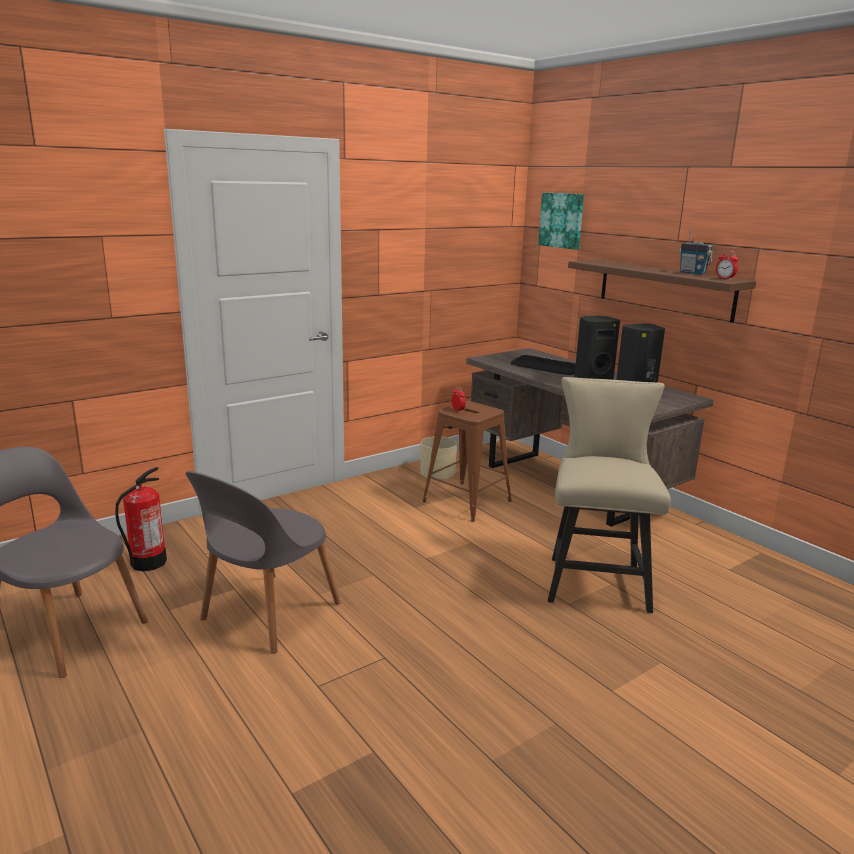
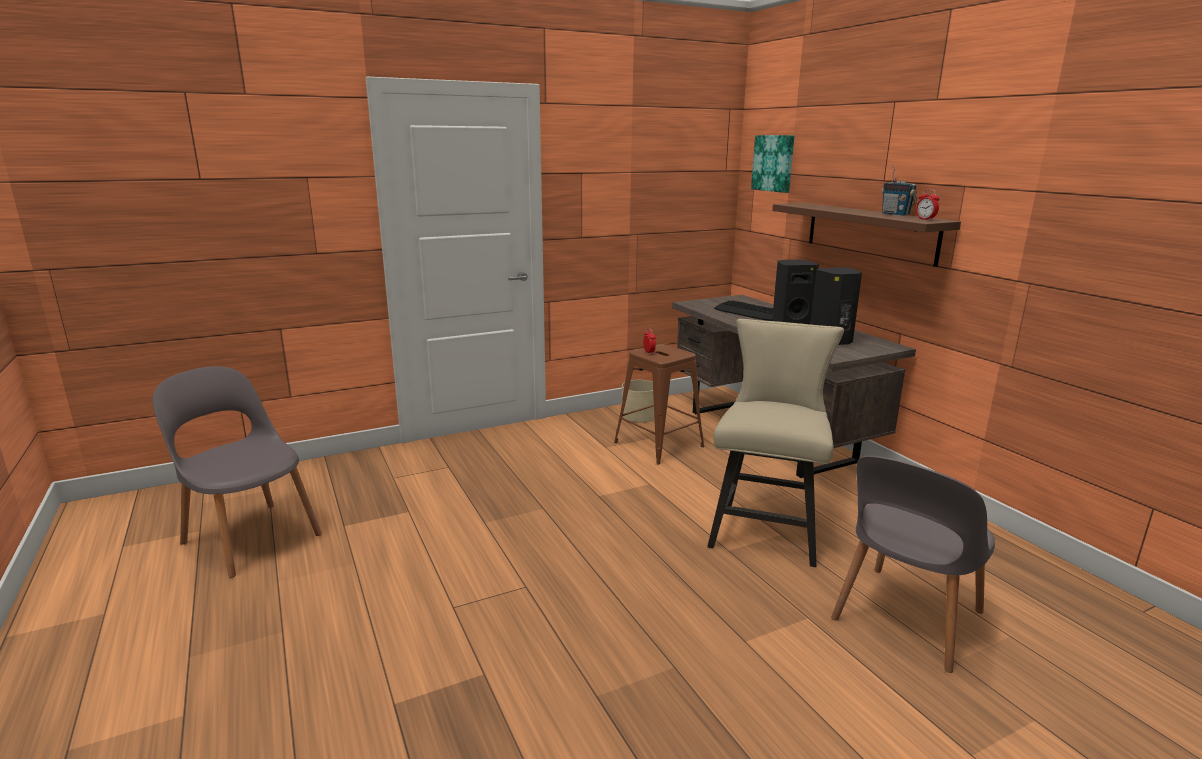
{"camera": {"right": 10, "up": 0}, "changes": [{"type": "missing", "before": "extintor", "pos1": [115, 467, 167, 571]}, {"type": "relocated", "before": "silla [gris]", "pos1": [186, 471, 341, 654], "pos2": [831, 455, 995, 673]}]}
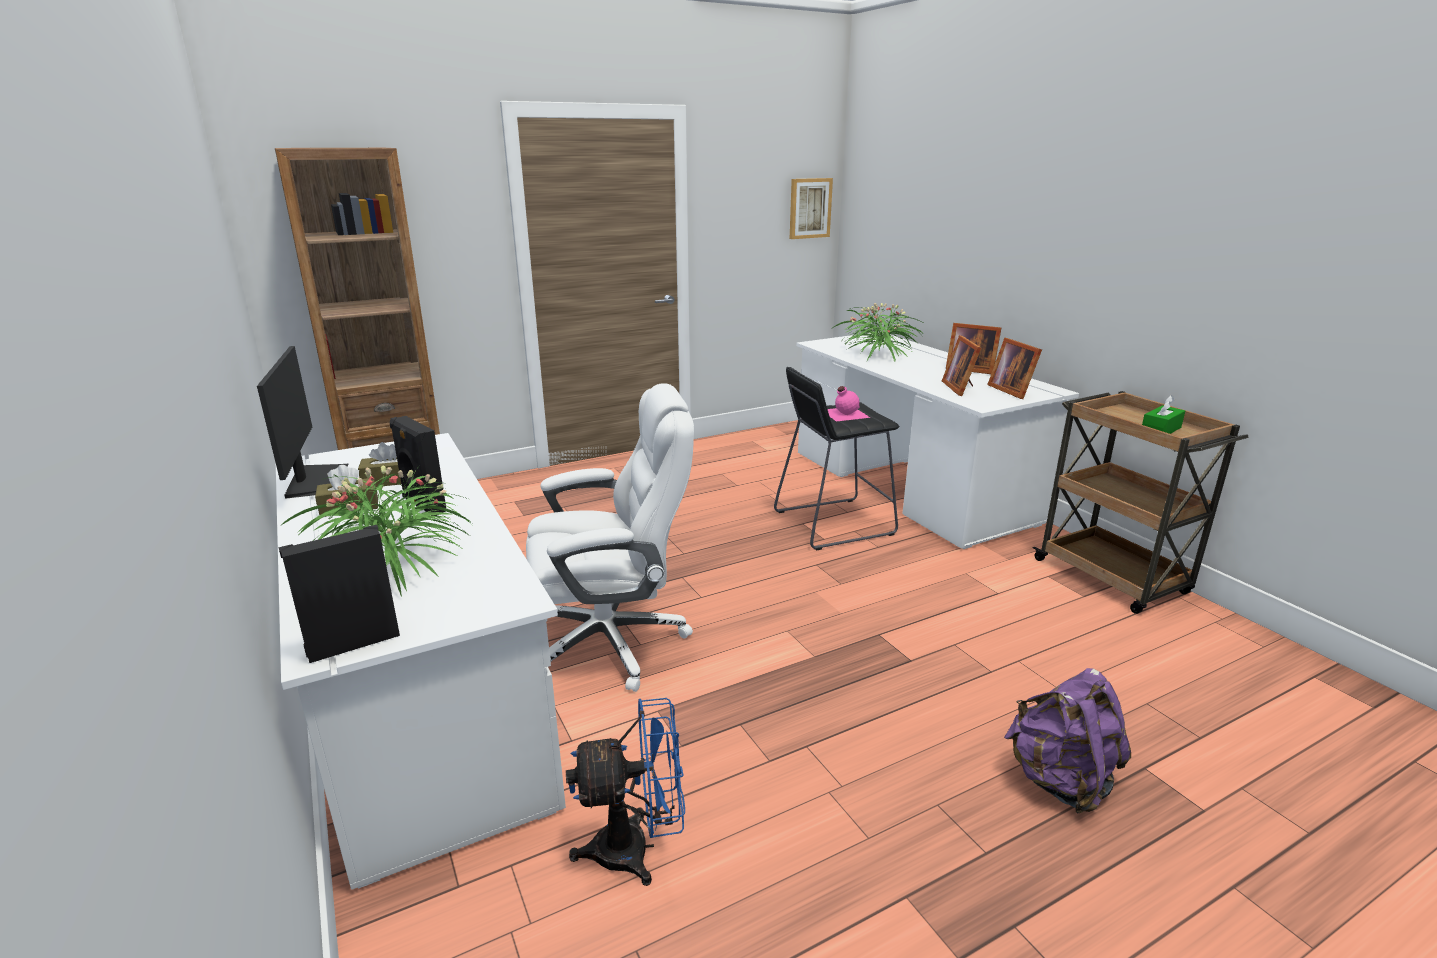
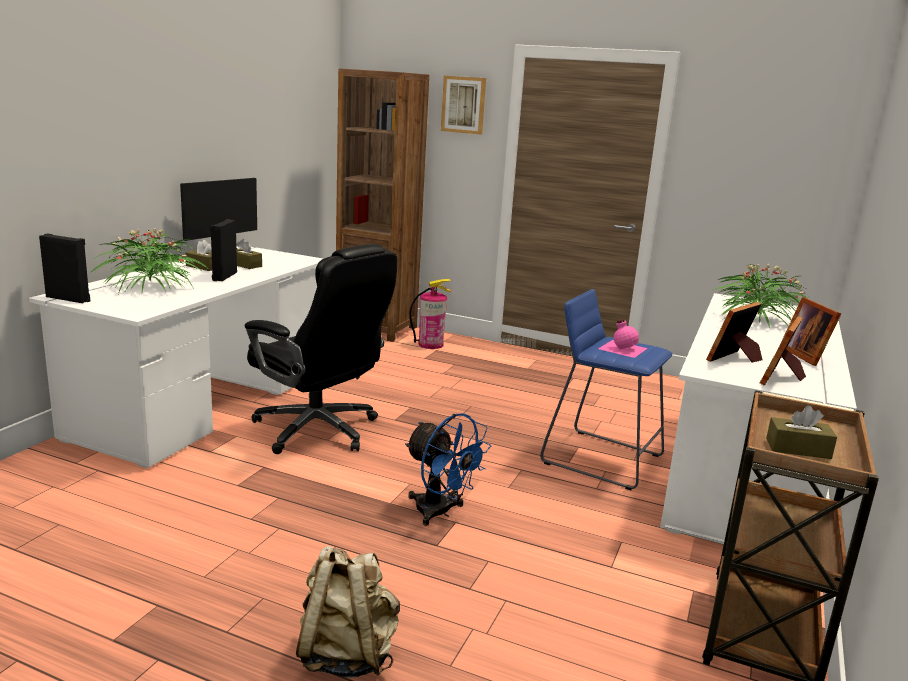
{"camera": {"right": 50, "up": -5}, "changes": [{"type": "colour", "before": "silla de oficina [blanco]", "after": "silla de oficina [negro]", "pos1": [526, 383, 694, 692], "pos2": [245, 244, 397, 454]}, {"type": "relocated", "before": "ventilador [azul]", "pos1": [566, 698, 685, 886], "pos2": [405, 413, 491, 526]}, {"type": "colour", "before": "taburete [negro]", "after": "taburete [azul]", "pos1": [774, 367, 900, 550], "pos2": [540, 289, 673, 490]}, {"type": "relocated", "before": "cuadro", "pos1": [790, 178, 833, 239], "pos2": [441, 76, 486, 135]}, {"type": "colour", "before": "mochila [morado]", "after": "mochila [beis]", "pos1": [1004, 668, 1131, 813], "pos2": [296, 546, 400, 678]}, {"type": "colour", "before": "caja de pañuelos [verde]", "after": "caja de pañuelos [marrón]", "pos1": [1142, 395, 1185, 434], "pos2": [766, 405, 837, 459]}, {"type": "appeared", "after": "extintor", "pos2": [409, 279, 452, 349]}]}
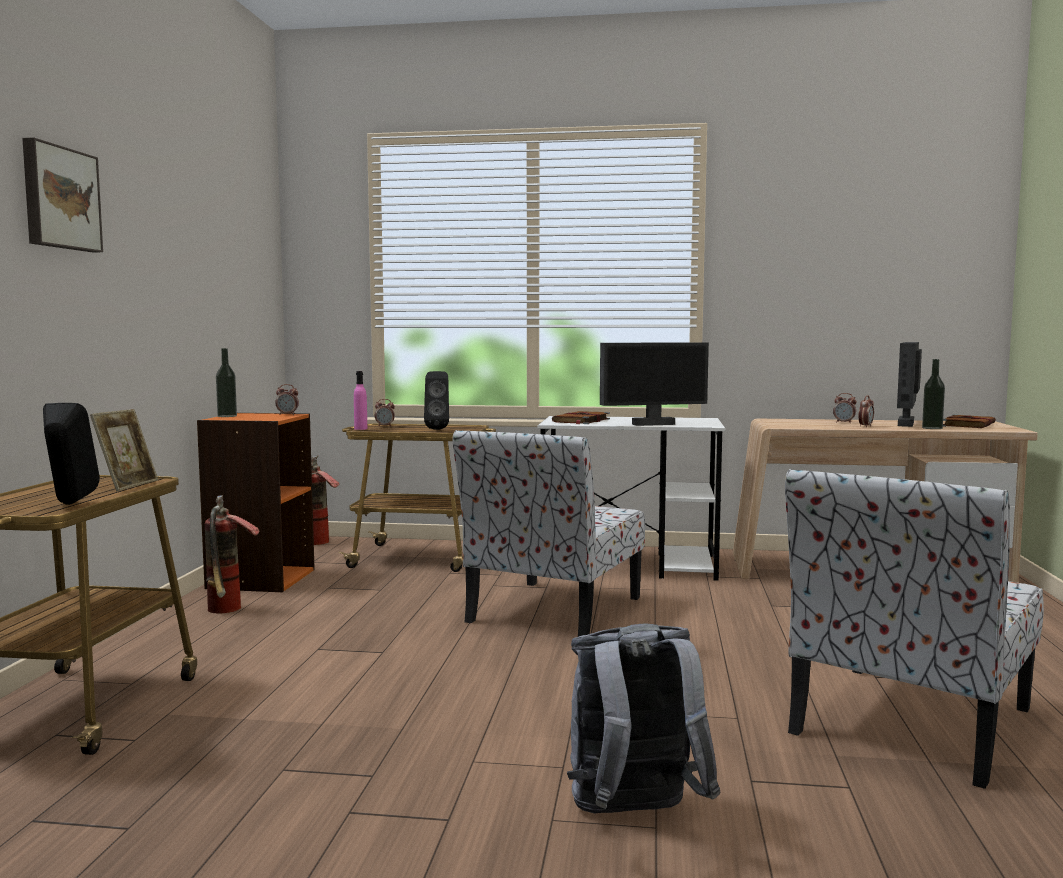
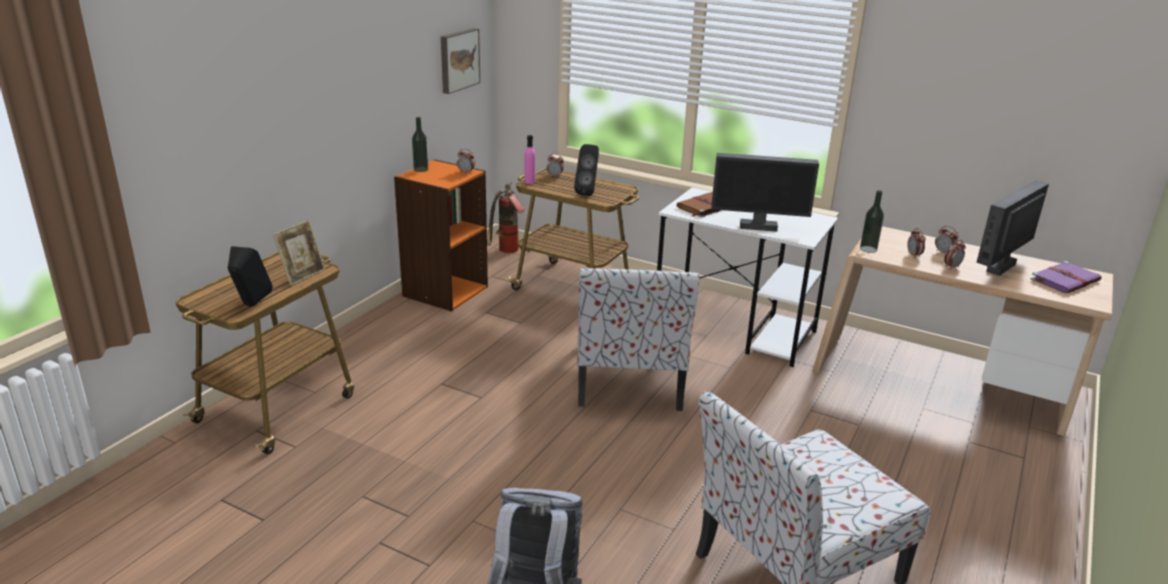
{"camera": {"right": 20, "up": 20}, "changes": [{"type": "relocated", "before": "cuadro", "pos1": [22, 138, 103, 252], "pos2": [441, 28, 480, 94]}, {"type": "missing", "before": "extintor", "pos1": [205, 495, 260, 613]}, {"type": "spun", "before": "silla", "pos1": [452, 430, 645, 637], "pos2": [577, 268, 700, 411], "turn": -45}, {"type": "relocated", "before": "botella", "pos1": [922, 359, 945, 429], "pos2": [860, 190, 884, 253]}, {"type": "colour", "before": "libro [marrón]", "after": "libro [morado]", "pos1": [943, 414, 996, 428], "pos2": [1030, 261, 1102, 294]}, {"type": "appeared", "after": "despertador", "pos2": [907, 228, 926, 258]}]}
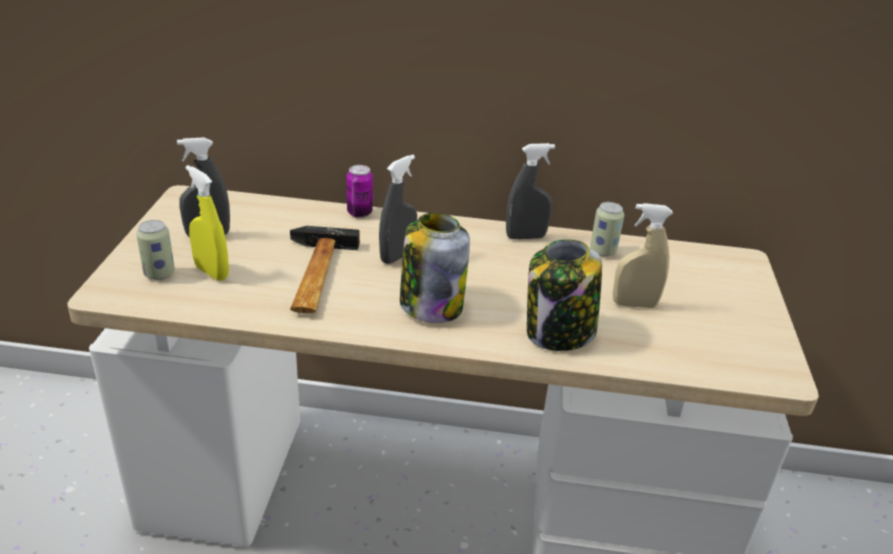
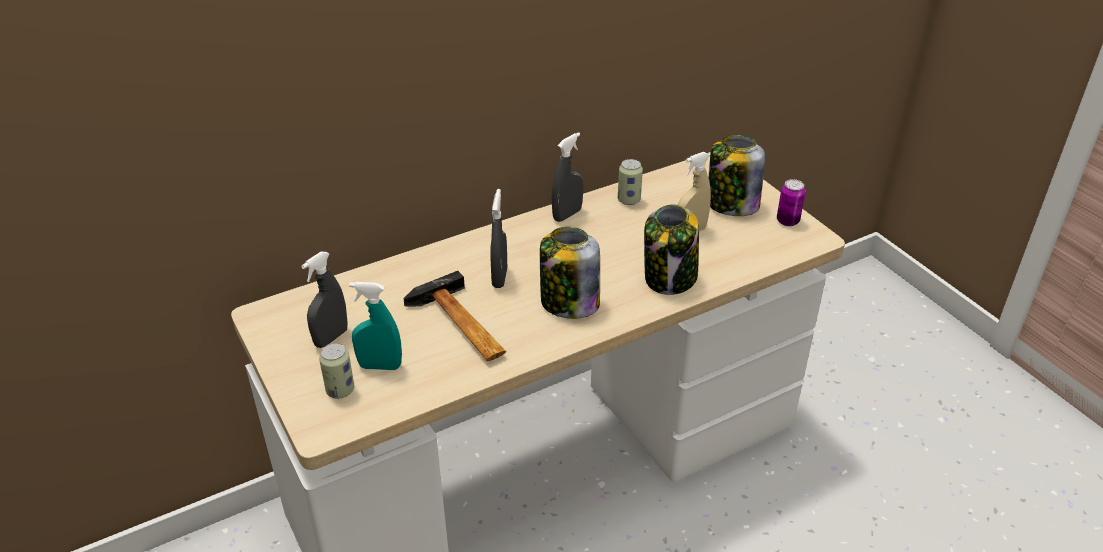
{"camera": {"right": -35, "up": 5}, "changes": [{"type": "colour", "before": "pulverizador [amarillo]", "after": "pulverizador [turquesa]", "pos1": [185, 165, 229, 281], "pos2": [349, 282, 402, 370]}, {"type": "relocated", "before": "lata", "pos1": [347, 165, 373, 218], "pos2": [777, 179, 806, 226]}, {"type": "appeared", "after": "tarro", "pos2": [708, 135, 765, 216]}]}
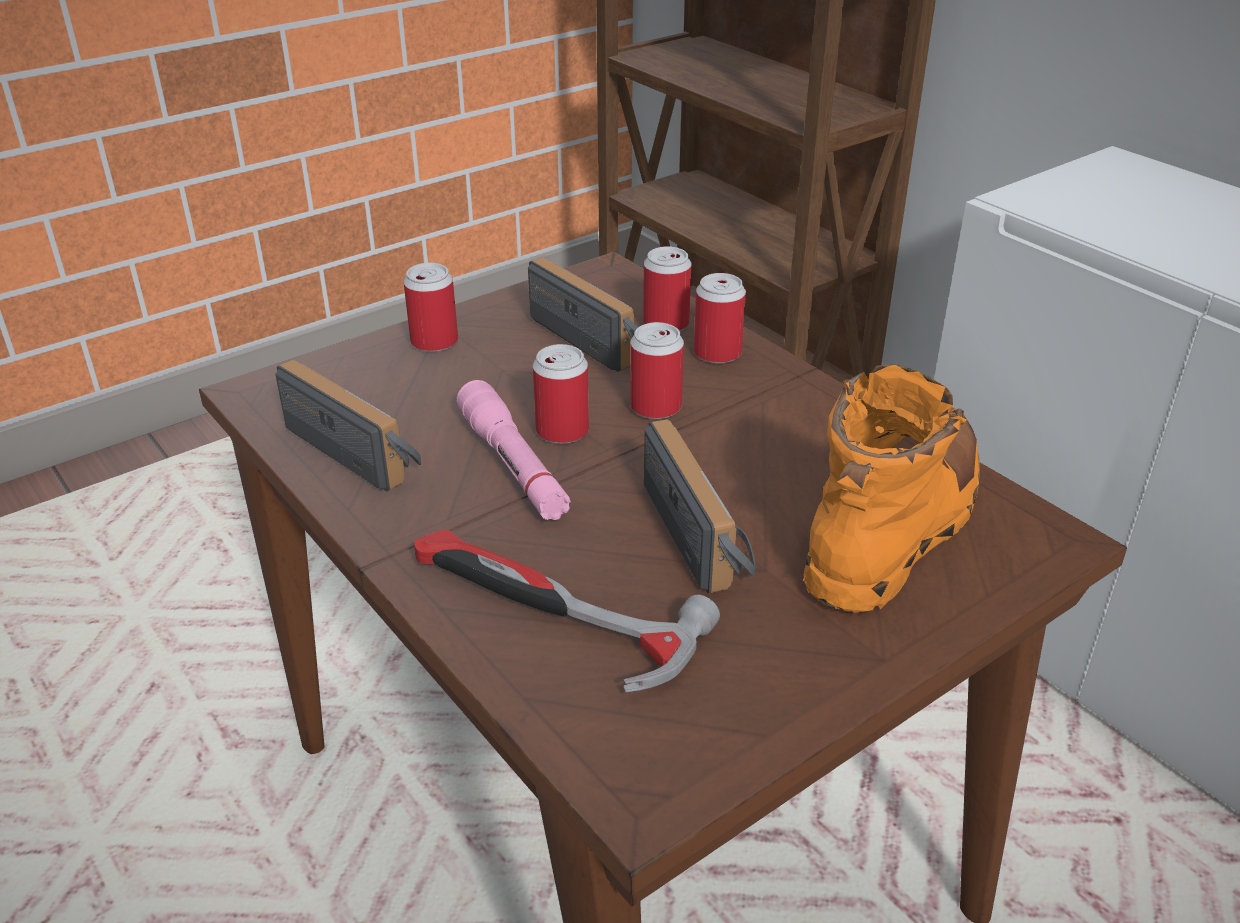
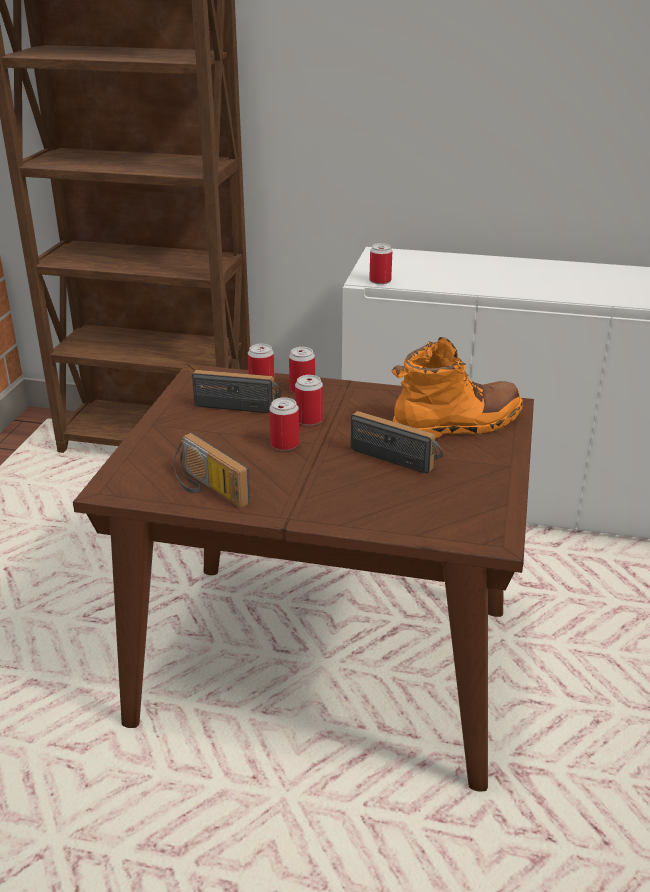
{"camera": {"right": -40, "up": -5}, "changes": [{"type": "spun", "before": "radio", "pos1": [275, 360, 421, 492], "pos2": [174, 433, 250, 508], "turn": -135}, {"type": "relocated", "before": "lata", "pos1": [403, 263, 458, 352], "pos2": [369, 243, 392, 284]}, {"type": "missing", "before": "martillo", "pos1": [414, 530, 720, 692]}, {"type": "missing", "before": "linterna [rosa]", "pos1": [457, 380, 571, 520]}, {"type": "spun", "before": "bota [naranja]", "pos1": [802, 365, 980, 613], "pos2": [392, 337, 523, 438], "turn": 75}]}
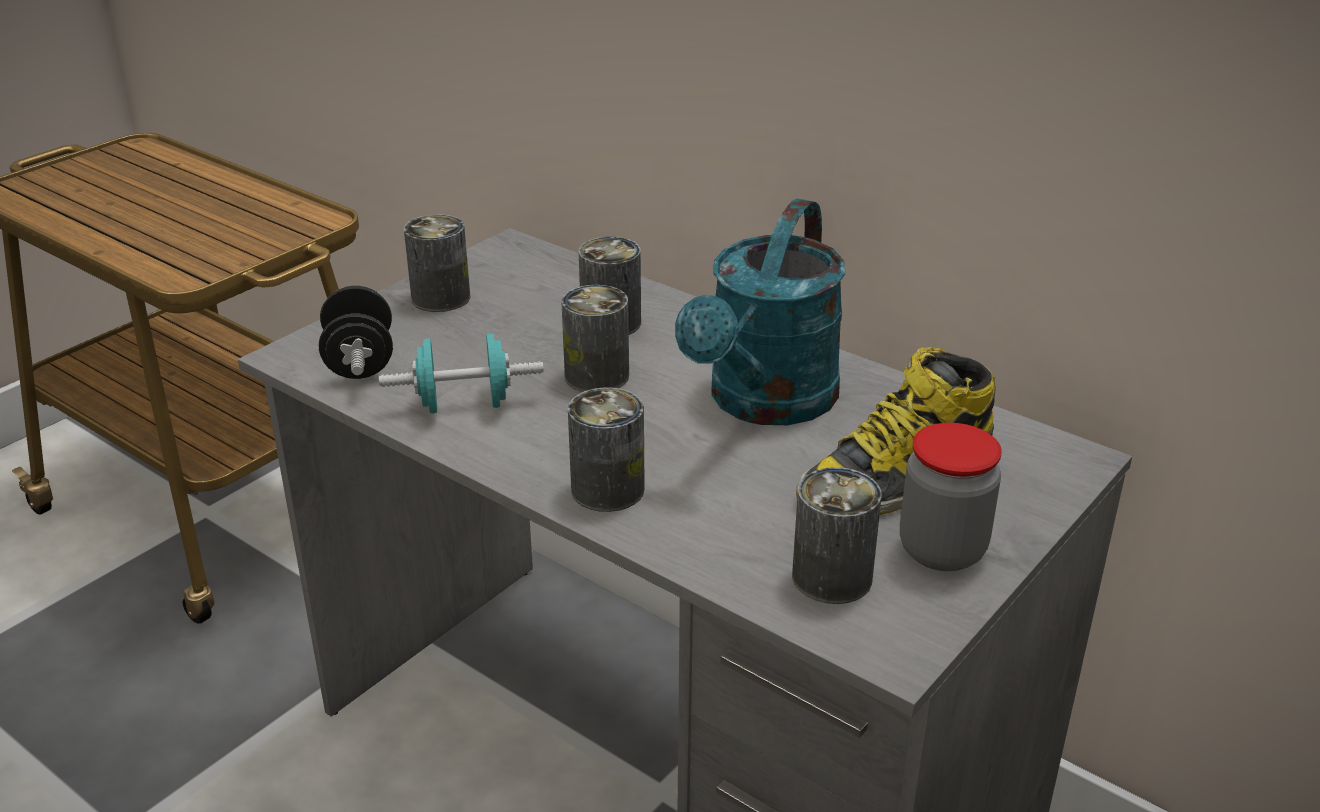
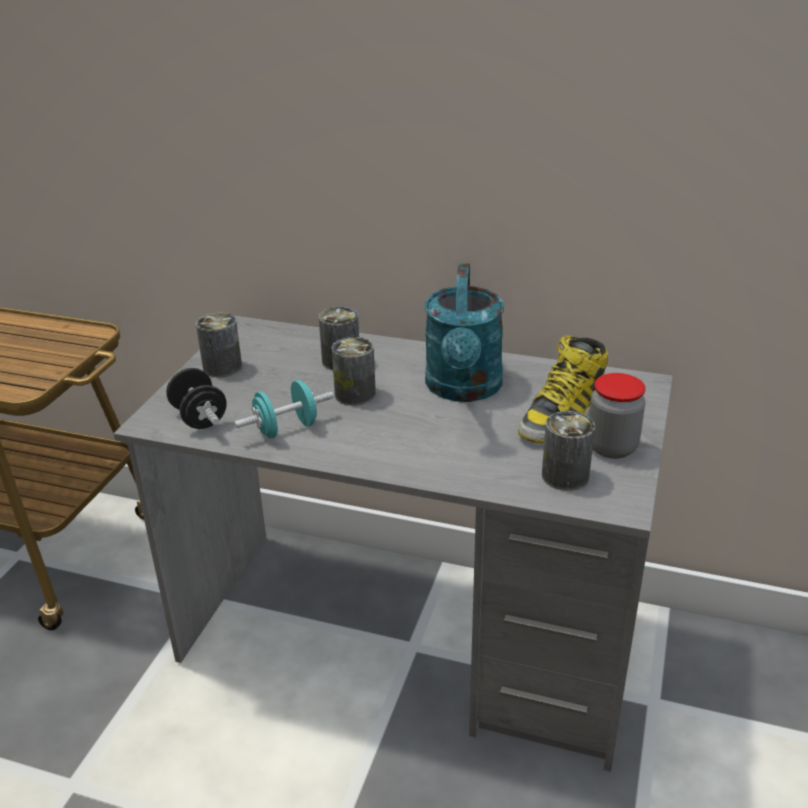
{"camera": {"right": -20, "up": 0}, "changes": [{"type": "missing", "before": "lata", "pos1": [568, 387, 645, 512]}]}
